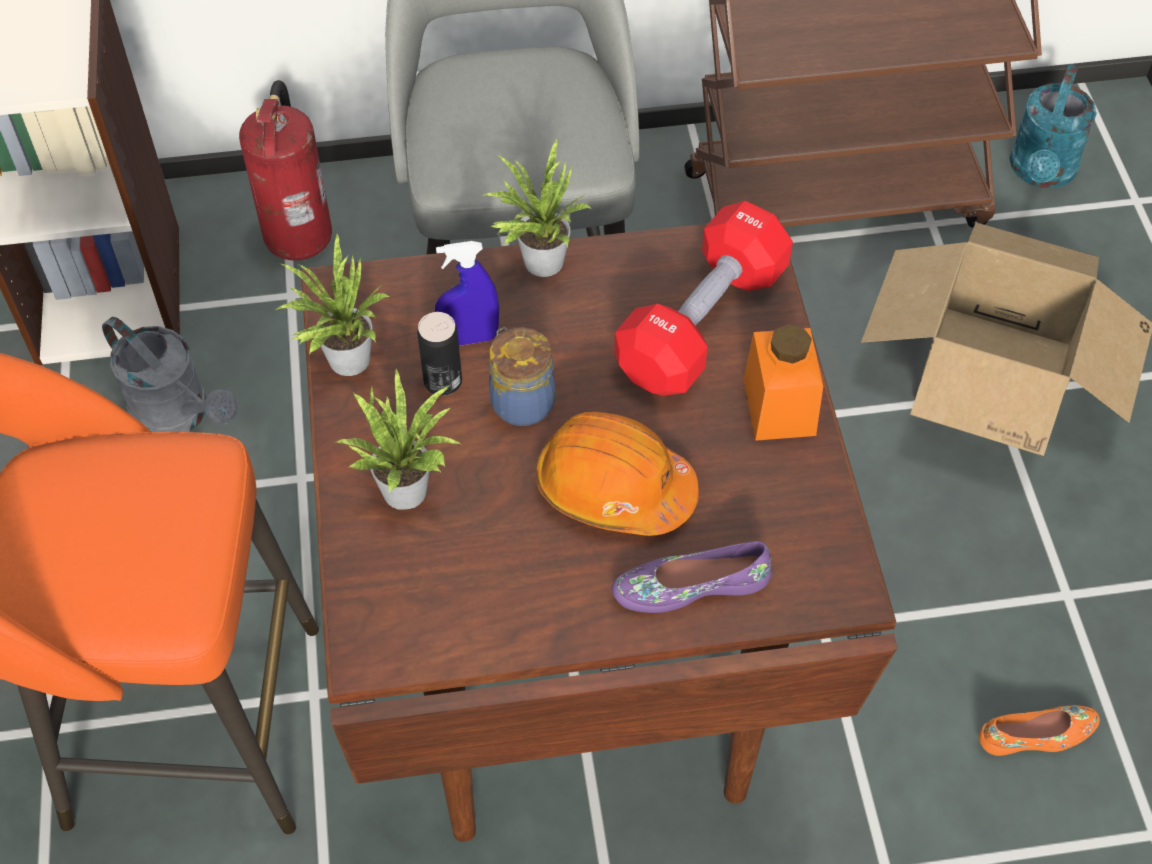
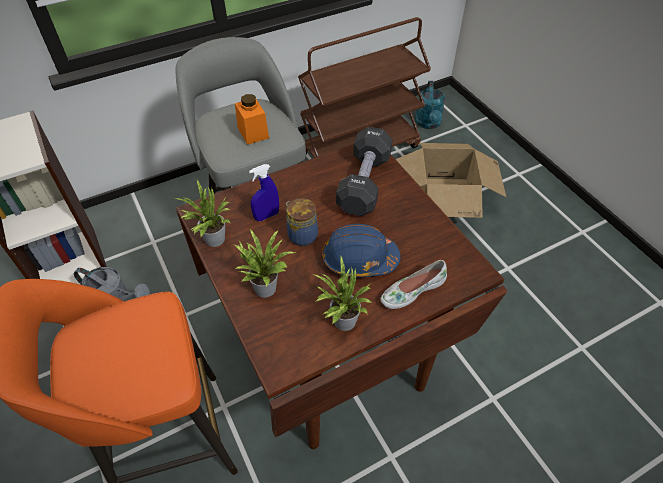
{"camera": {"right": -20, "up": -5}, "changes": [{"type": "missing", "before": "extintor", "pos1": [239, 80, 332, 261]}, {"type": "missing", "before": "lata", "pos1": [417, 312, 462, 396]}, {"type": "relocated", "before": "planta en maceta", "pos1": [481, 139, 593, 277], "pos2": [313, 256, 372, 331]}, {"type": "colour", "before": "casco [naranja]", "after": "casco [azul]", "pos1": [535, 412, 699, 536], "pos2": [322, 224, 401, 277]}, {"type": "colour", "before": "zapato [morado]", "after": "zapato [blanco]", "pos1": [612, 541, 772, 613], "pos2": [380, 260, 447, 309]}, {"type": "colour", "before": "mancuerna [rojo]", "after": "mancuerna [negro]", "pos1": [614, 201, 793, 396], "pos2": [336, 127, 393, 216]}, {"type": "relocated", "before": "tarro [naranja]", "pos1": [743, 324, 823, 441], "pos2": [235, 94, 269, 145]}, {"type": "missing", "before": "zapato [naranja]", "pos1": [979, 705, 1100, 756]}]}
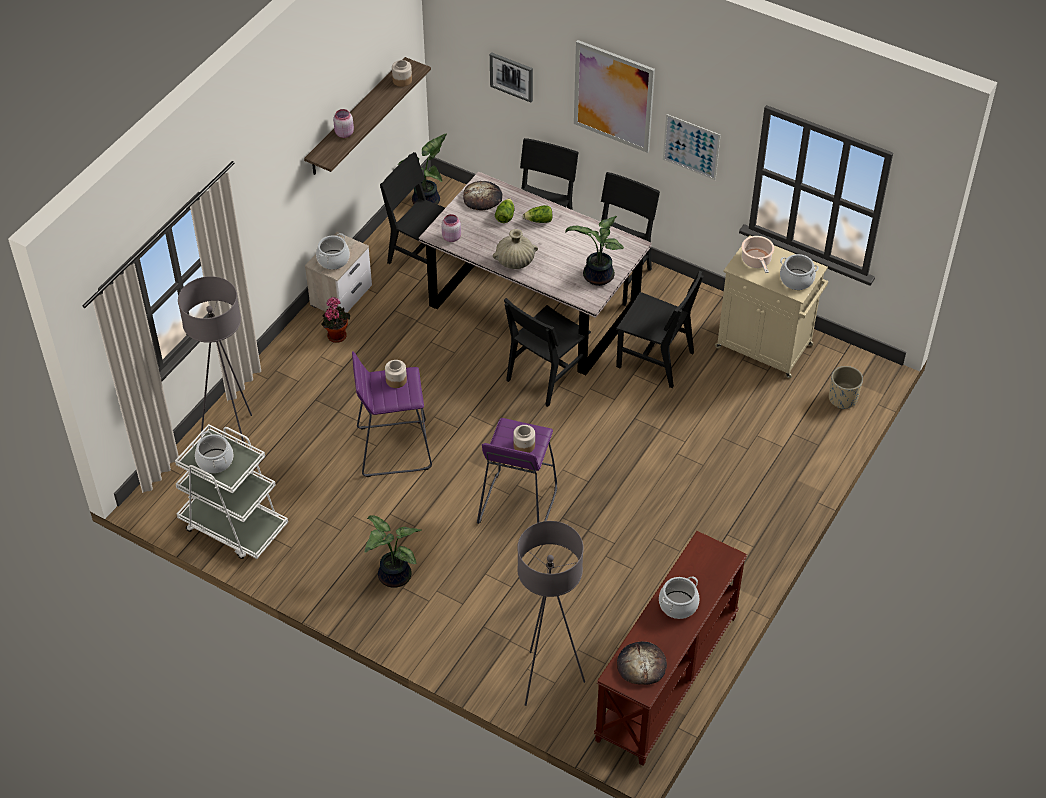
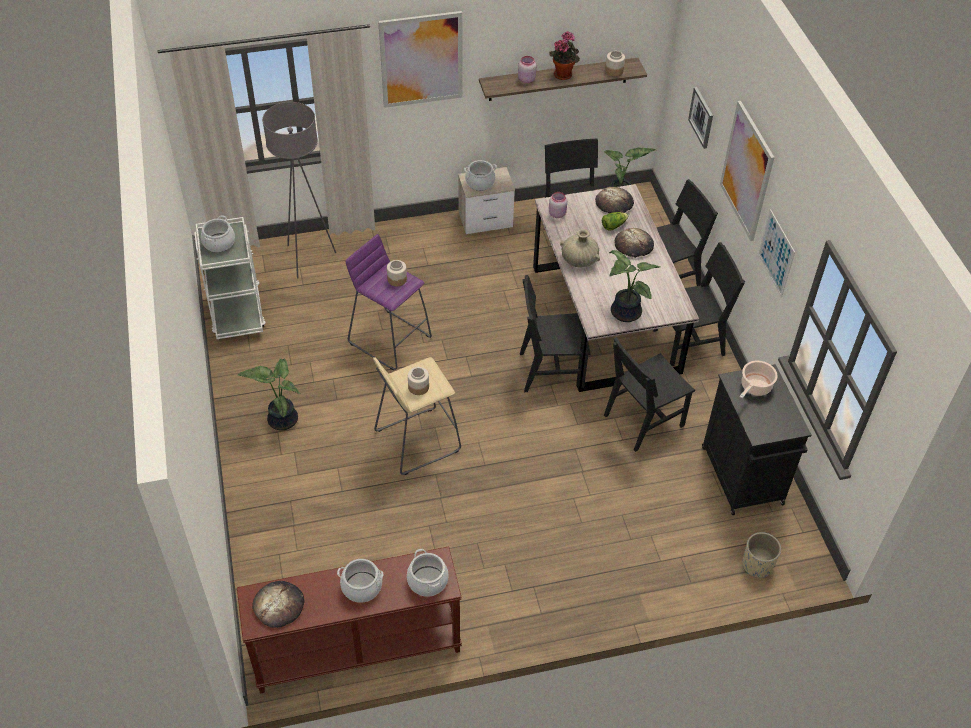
{"camera": {"right": 45, "up": 0}, "changes": [{"type": "relocated", "before": "planta en maceta", "pos1": [321, 297, 350, 343], "pos2": [549, 32, 580, 80]}, {"type": "colour", "before": "taburete [morado]", "after": "taburete [beis]", "pos1": [477, 418, 557, 524], "pos2": [373, 357, 461, 475]}, {"type": "missing", "before": "lámpara de pie [gris]", "pos1": [517, 521, 585, 706]}, {"type": "exchanged", "before": "lechuga", "after": "pan", "pos1": [523, 205, 552, 223], "pos2": [615, 228, 654, 258]}, {"type": "spun", "before": "silla [negro]", "pos1": [616, 270, 703, 388], "pos2": [604, 337, 695, 452], "turn": 75}, {"type": "colour", "before": "armario [beis]", "after": "armario [negro]", "pos1": [715, 235, 828, 379], "pos2": [702, 364, 812, 515]}, {"type": "relocated", "before": "olla", "pos1": [780, 254, 819, 290], "pos2": [407, 549, 449, 597]}, {"type": "appeared", "after": "cuadro", "pos2": [378, 11, 462, 108]}]}
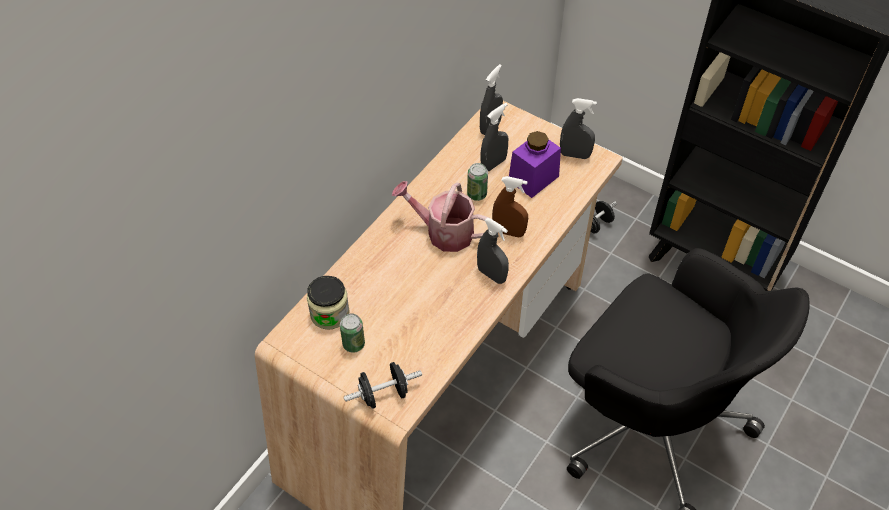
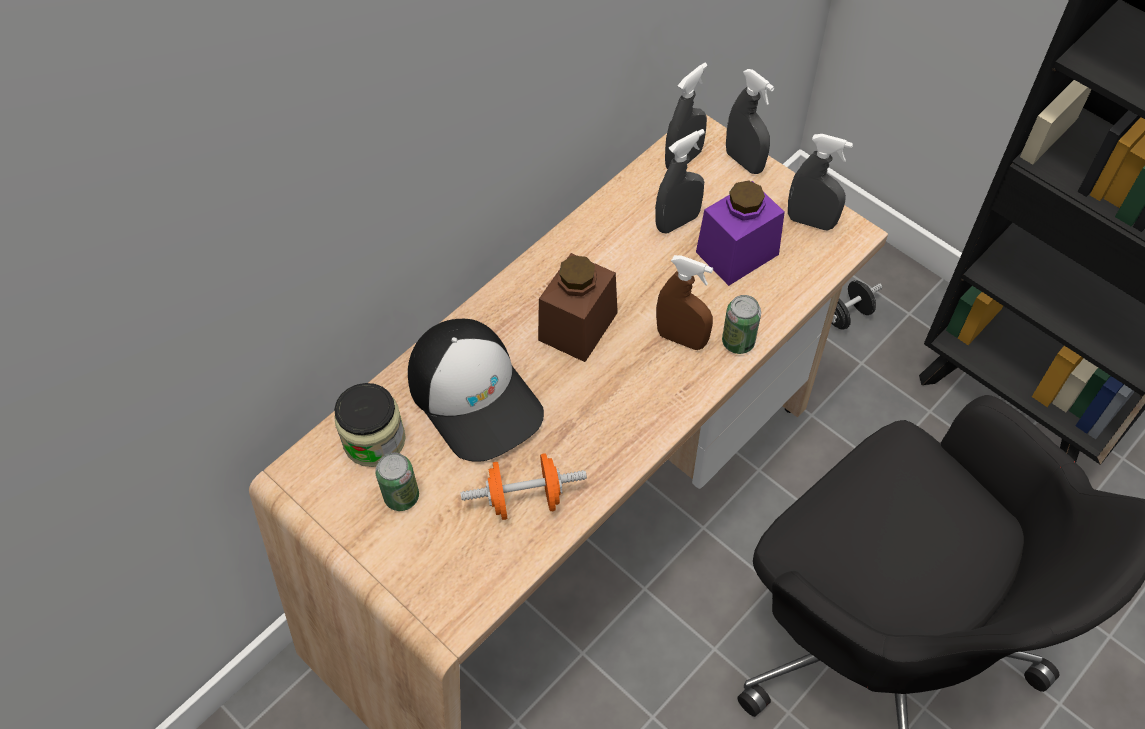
{"camera": {"right": 10, "up": 5}, "changes": [{"type": "missing", "before": "mancuerna [negro]", "pos1": [344, 362, 422, 409]}, {"type": "exchanged", "before": "regadera", "after": "tarro [marrón]", "pos1": [392, 181, 489, 252], "pos2": [538, 253, 618, 362]}, {"type": "relocated", "before": "lata", "pos1": [467, 163, 488, 201], "pos2": [722, 295, 761, 354]}, {"type": "relocated", "before": "pulverizador [gris]", "pos1": [477, 218, 509, 284], "pos2": [726, 69, 775, 174]}, {"type": "appeared", "after": "gorra", "pos2": [408, 319, 544, 462]}, {"type": "appeared", "after": "mancuerna [naranja]", "pos2": [460, 454, 587, 520]}]}
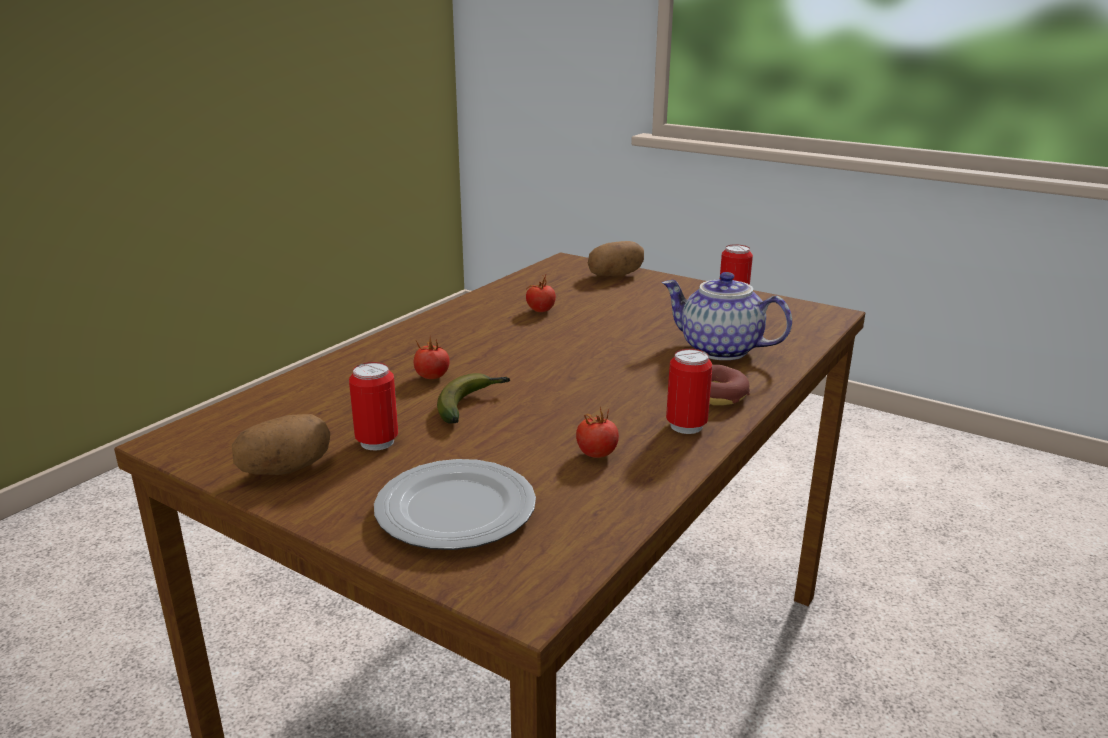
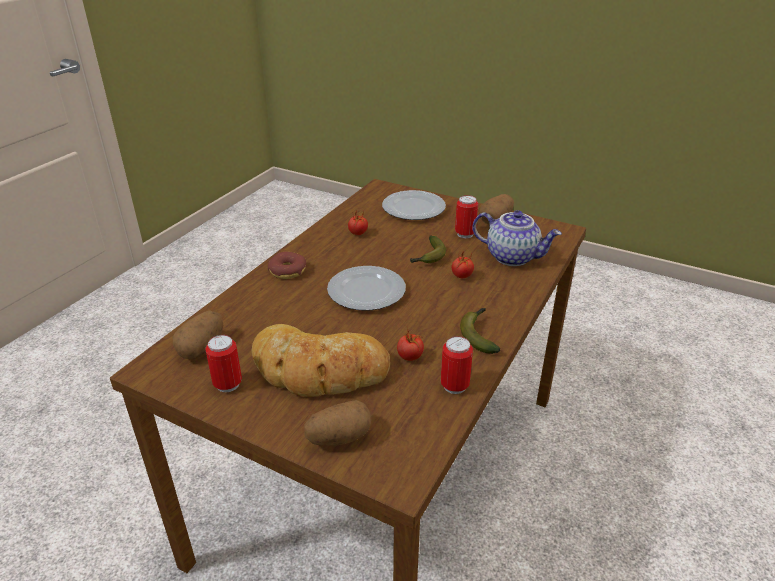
{"camera": {"right": 175, "up": 10}, "changes": [{"type": "relocated", "before": "tetera", "pos1": [662, 272, 792, 360], "pos2": [472, 210, 562, 266]}, {"type": "relocated", "before": "lata", "pos1": [666, 349, 712, 434], "pos2": [441, 336, 473, 394]}, {"type": "appeared", "after": "patata", "pos2": [173, 310, 223, 359]}, {"type": "appeared", "after": "pan", "pos2": [252, 324, 390, 397]}, {"type": "appeared", "after": "plato", "pos2": [327, 266, 406, 311]}, {"type": "appeared", "after": "plátano", "pos2": [460, 308, 500, 354]}]}
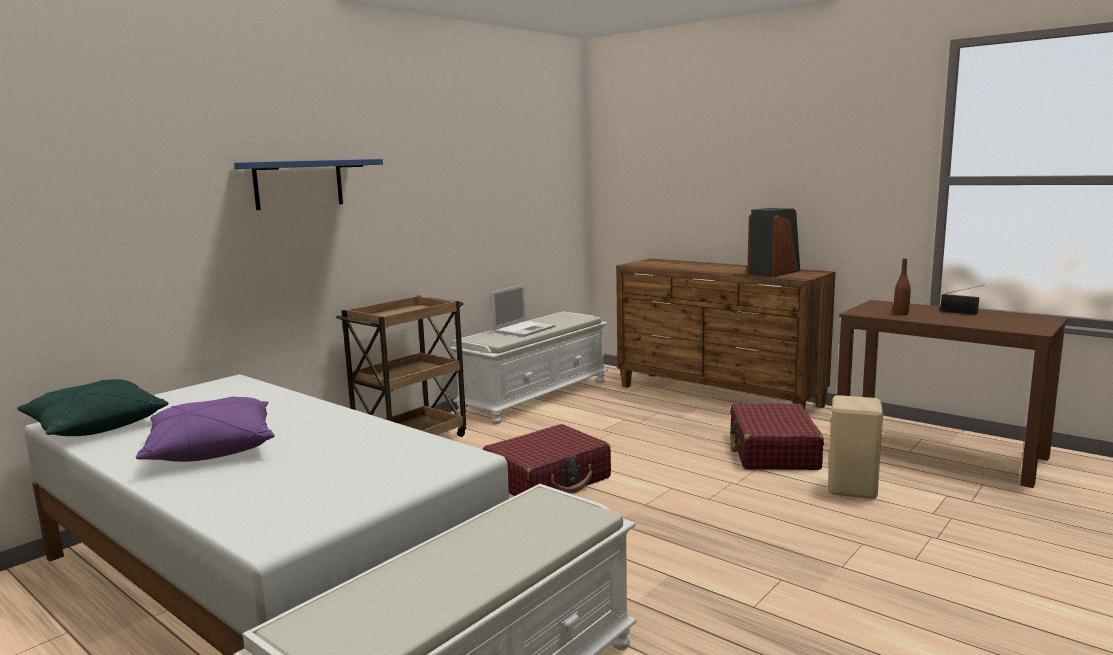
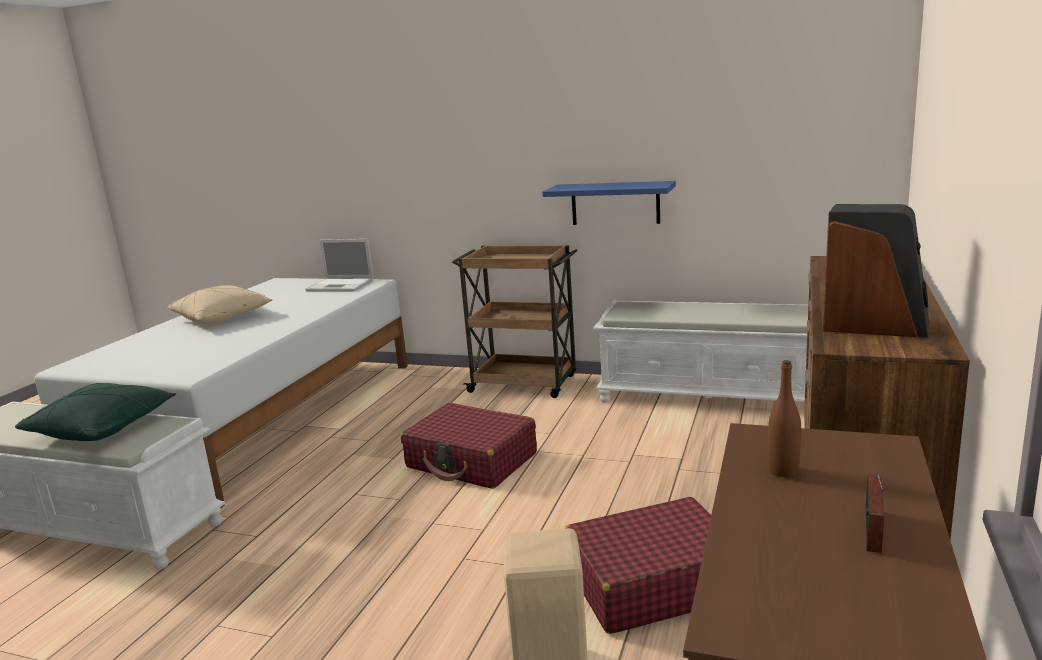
{"camera": {"right": 70, "up": 5}, "changes": [{"type": "relocated", "before": "cojín [verde]", "pos1": [17, 379, 168, 436], "pos2": [15, 383, 176, 441]}, {"type": "colour", "before": "cojín [morado]", "after": "cojín [beis]", "pos1": [136, 397, 275, 462], "pos2": [168, 285, 272, 324]}, {"type": "relocated", "before": "estante [azul]", "pos1": [234, 159, 383, 210], "pos2": [542, 181, 676, 225]}, {"type": "relocated", "before": "portátil", "pos1": [491, 284, 555, 337], "pos2": [305, 239, 373, 291]}]}
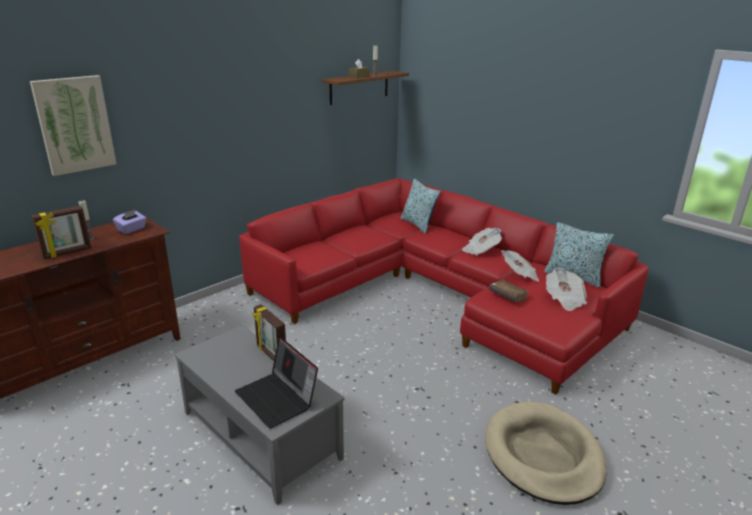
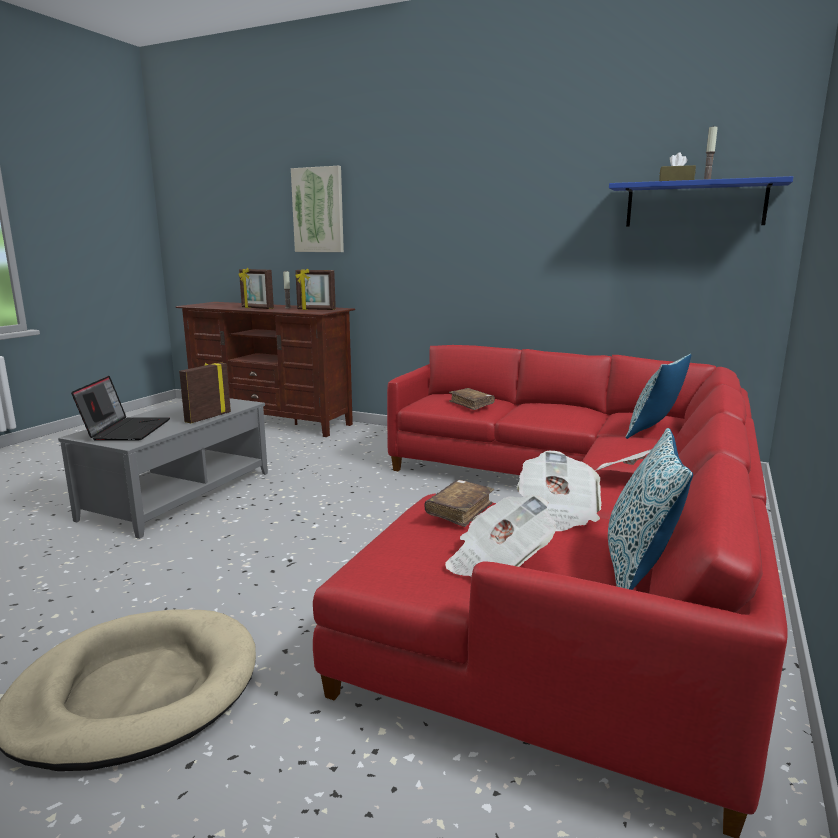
{"camera": {"right": 70, "up": -10}, "changes": [{"type": "exchanged", "before": "caja de pañuelos [morado]", "after": "portarretratos", "pos1": [113, 210, 146, 234], "pos2": [295, 268, 336, 310]}, {"type": "spun", "before": "portátil", "pos1": [235, 336, 318, 428], "pos2": [71, 376, 170, 440], "turn": 150}, {"type": "colour", "before": "estante [marrón]", "after": "estante [azul]", "pos1": [322, 71, 409, 105], "pos2": [609, 176, 793, 227]}, {"type": "appeared", "after": "libro [marrón]", "pos2": [449, 388, 495, 410]}]}
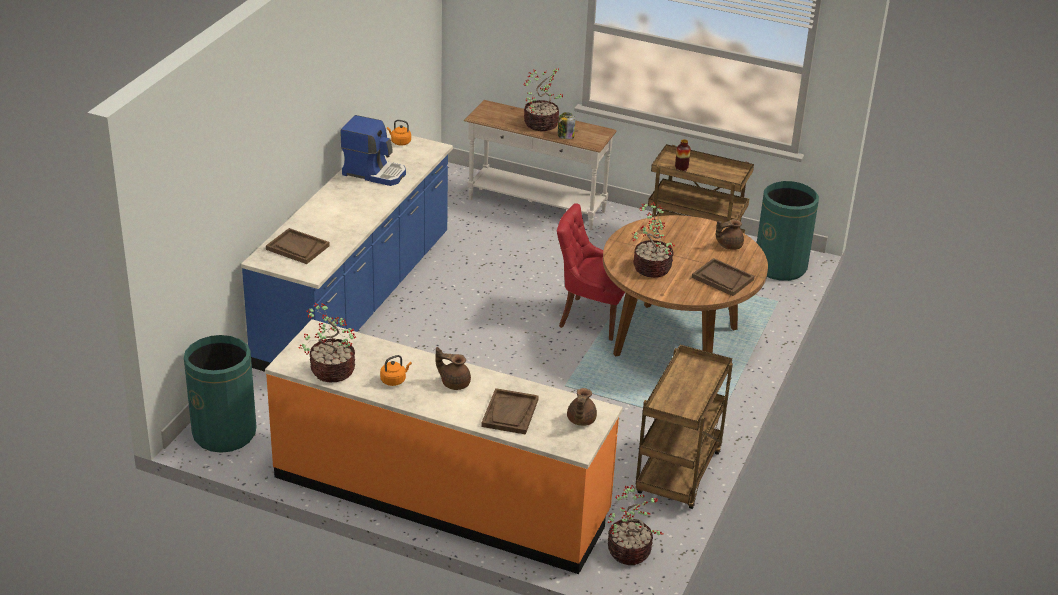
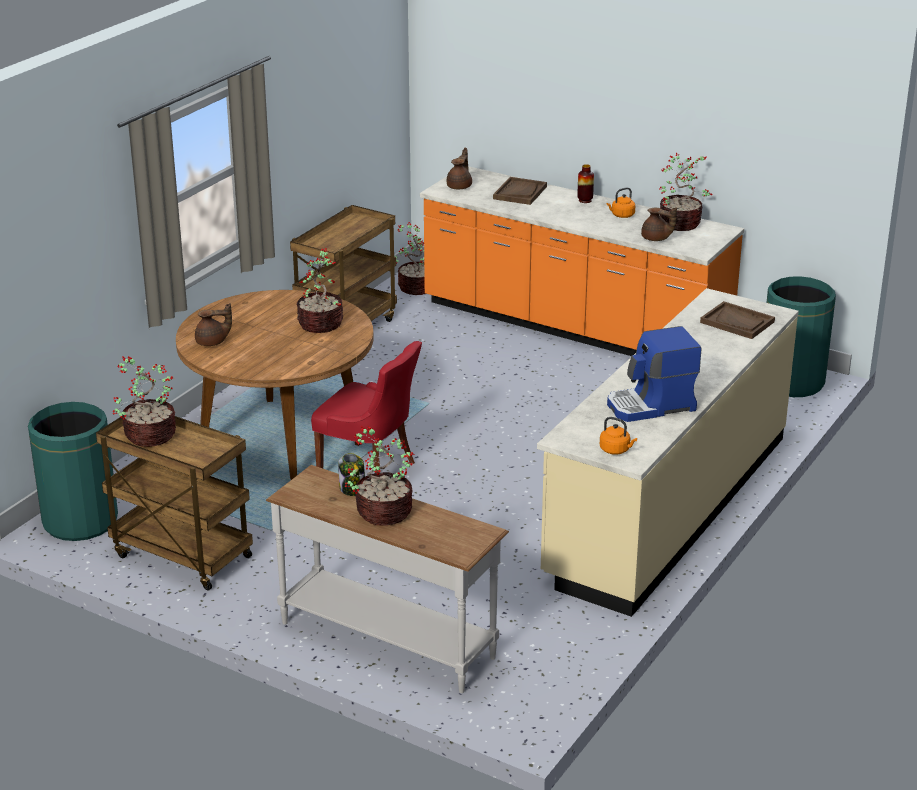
{"camera": {"right": -170, "up": -5}, "changes": [{"type": "colour", "before": "mueble bajo de cocina [azul]", "after": "mueble bajo de cocina [beis]", "pos1": [241, 130, 453, 372], "pos2": [537, 288, 799, 617]}, {"type": "spun", "before": "cafetera", "pos1": [340, 115, 406, 186], "pos2": [607, 326, 701, 422], "turn": -45}, {"type": "relocated", "before": "tetera [marrón]", "pos1": [435, 347, 471, 390], "pos2": [641, 208, 677, 241]}, {"type": "relocated", "before": "florero", "pos1": [675, 139, 691, 171], "pos2": [577, 164, 594, 203]}, {"type": "missing", "before": "bandeja [marrón]", "pos1": [692, 258, 754, 296]}, {"type": "appeared", "after": "planta en maceta", "pos2": [113, 356, 176, 447]}]}
